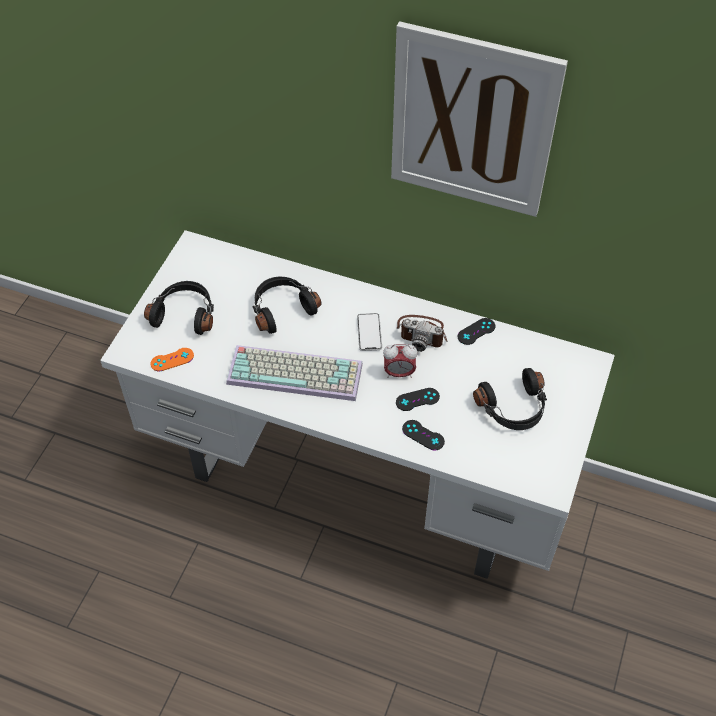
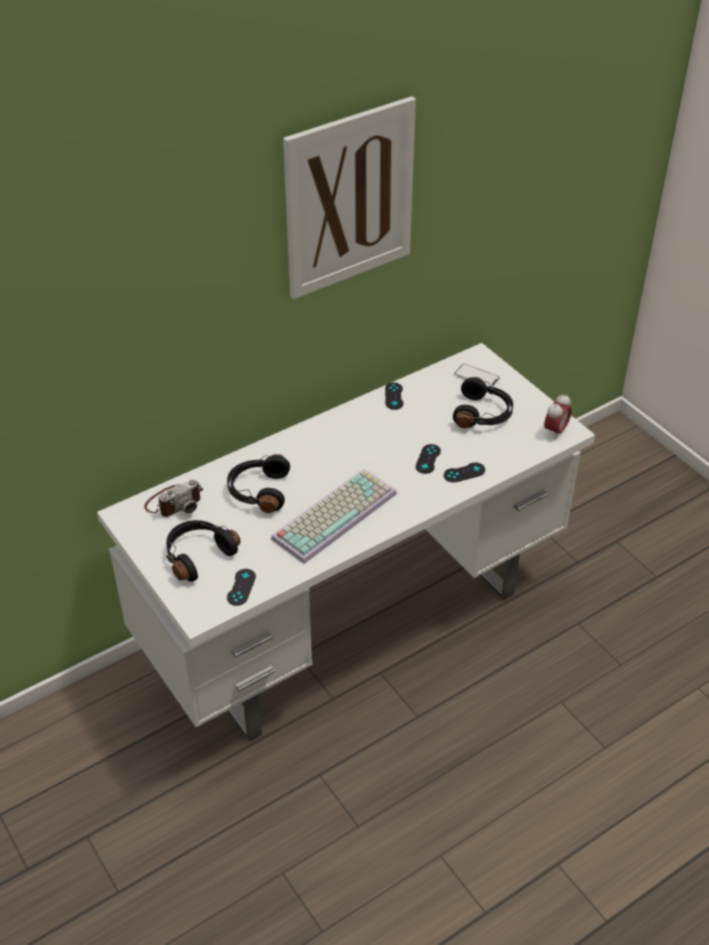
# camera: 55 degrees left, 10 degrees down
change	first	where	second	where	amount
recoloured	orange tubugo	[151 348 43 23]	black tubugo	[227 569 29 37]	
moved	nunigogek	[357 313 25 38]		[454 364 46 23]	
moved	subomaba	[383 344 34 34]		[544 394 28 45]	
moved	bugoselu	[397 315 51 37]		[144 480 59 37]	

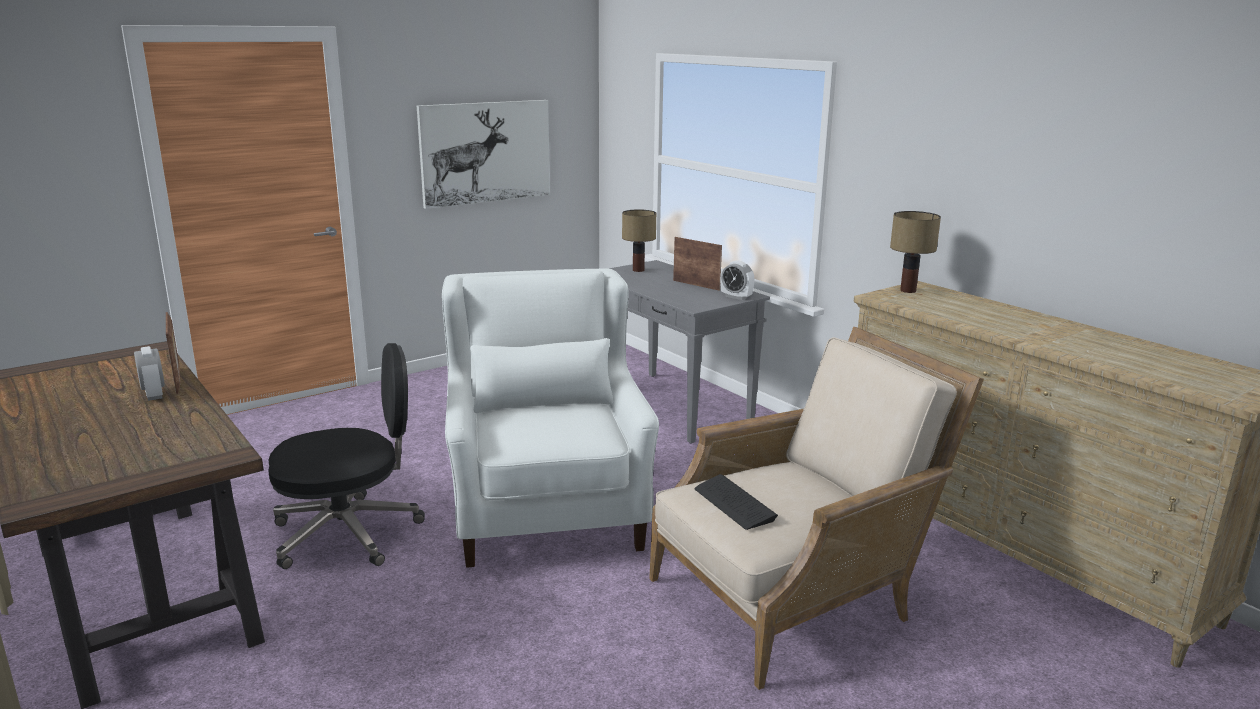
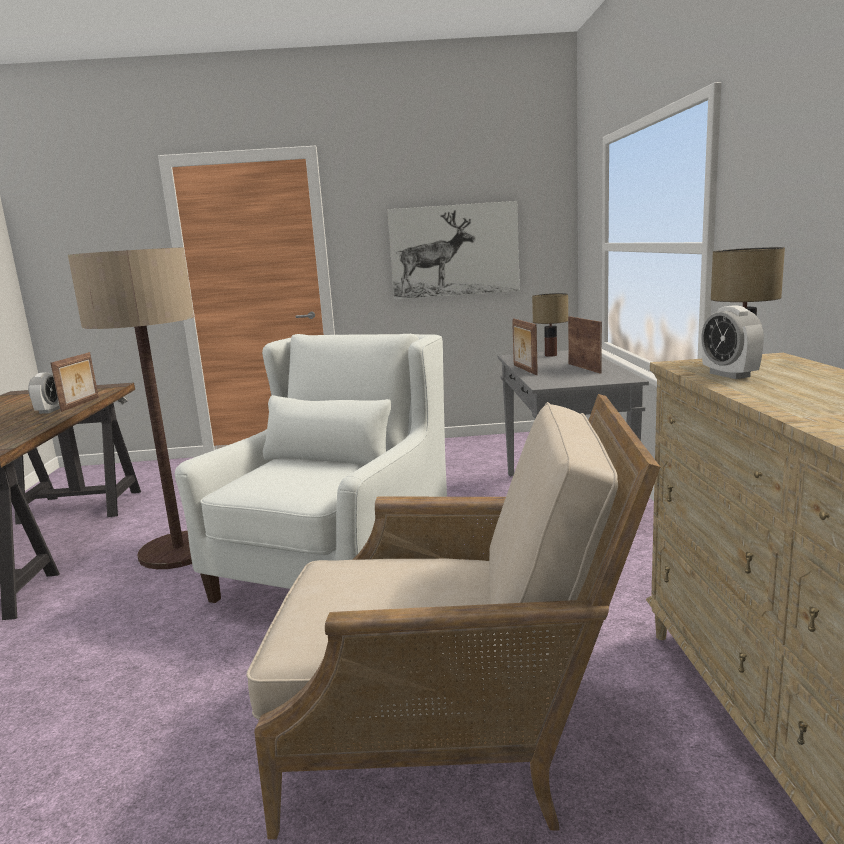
# camera: 35 degrees right, 5 degrees down
change	first	where	second	where	amount
replaced	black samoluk	[268 343 157 226]	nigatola	[68 247 126 322]	
removed	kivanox	[694 474 84 56]			
moved	subomaba	[720 260 35 40]		[701 306 63 73]	
added			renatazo	[512 319 26 56]	

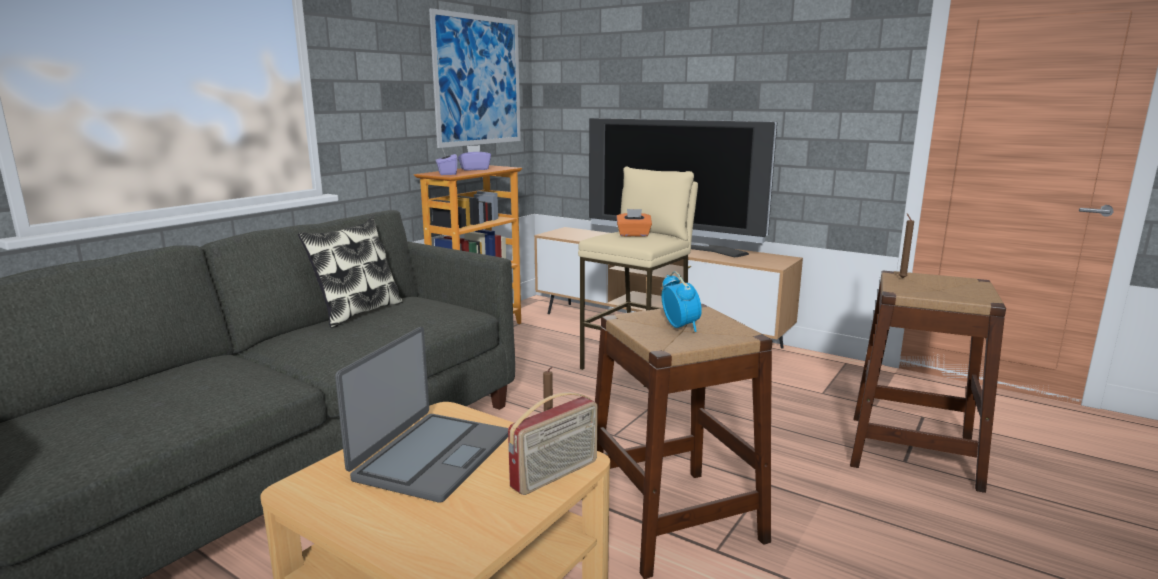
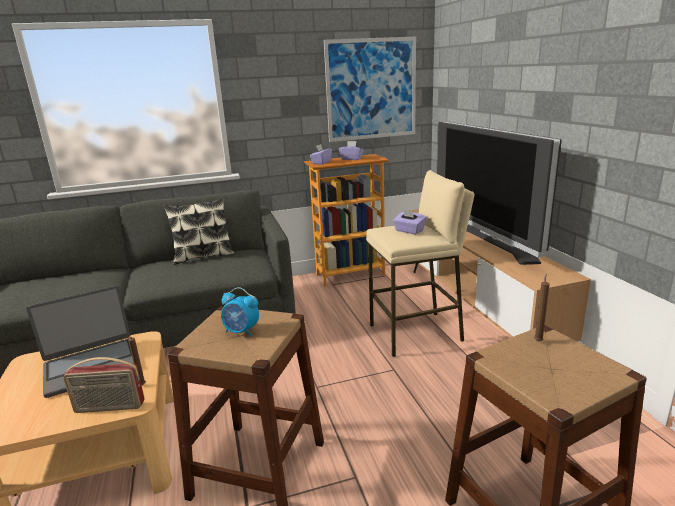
# camera: 40 degrees right, 5 degrees up
change	first	where	second	where	amount
recoloured	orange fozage	[616 209 36 28]	purple fozage	[393 209 34 25]	
turned	subomaba	[662 271 40 61]		[221 287 38 50]	90 degrees clockwise

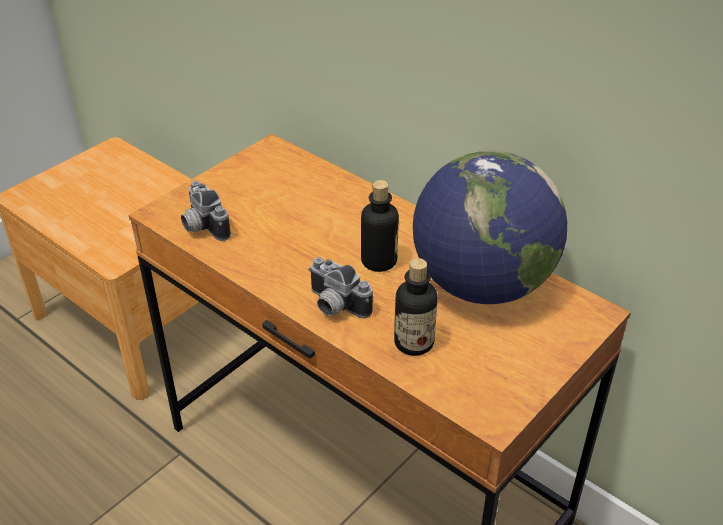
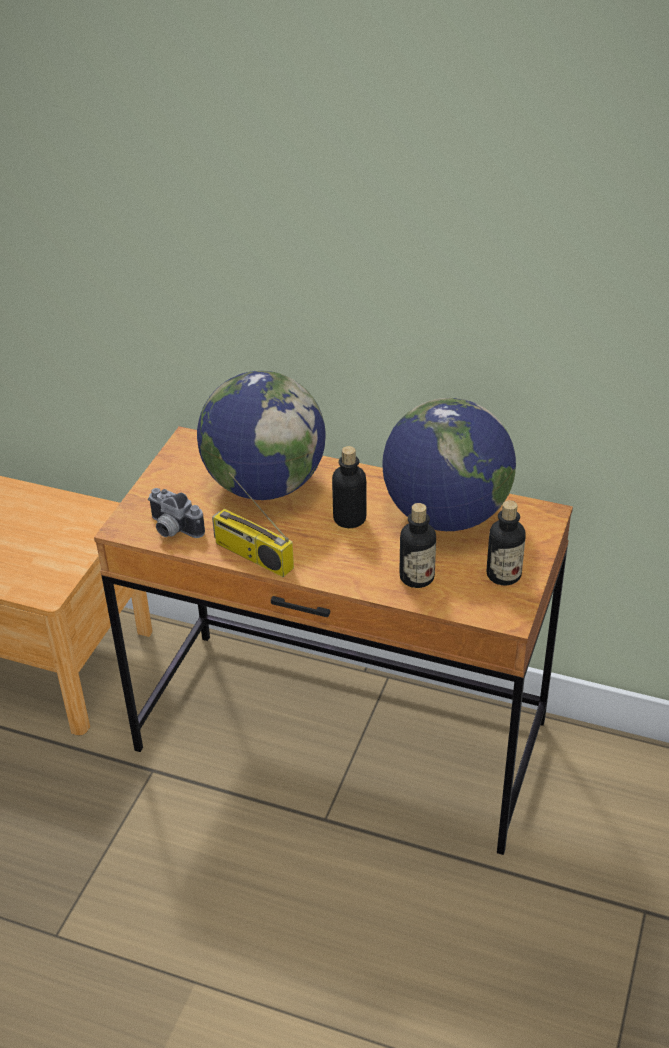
# camera: 20 degrees left, 0 degrees up
change	first	where	second	where	amount
removed	bugoselu	[308 257 65 62]			
added			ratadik	[197 371 129 129]	
added			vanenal	[212 472 82 105]	
added			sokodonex	[487 500 39 86]	

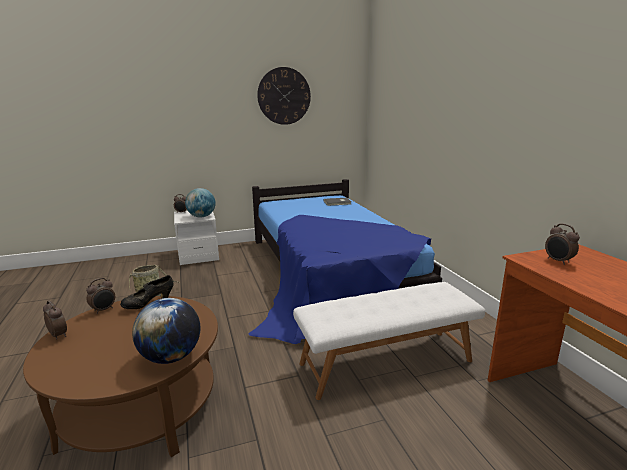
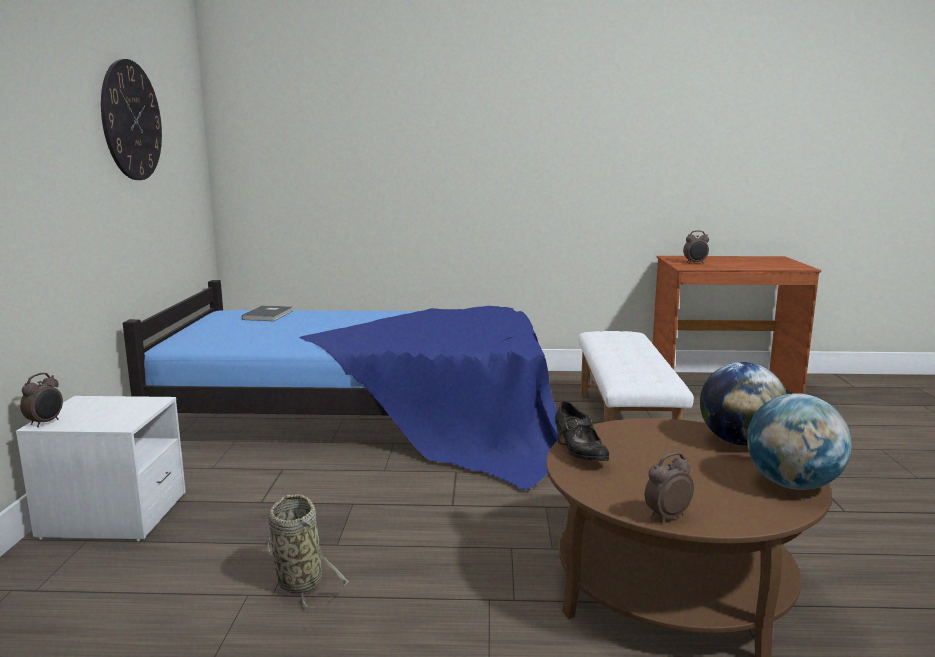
# camera: 70 degrees left, 5 degrees down
change	first	where	second	where	amount
removed	subomaba	[86 278 29 36]			
moved	ratadik	[185 188 31 30]		[747 393 105 97]	

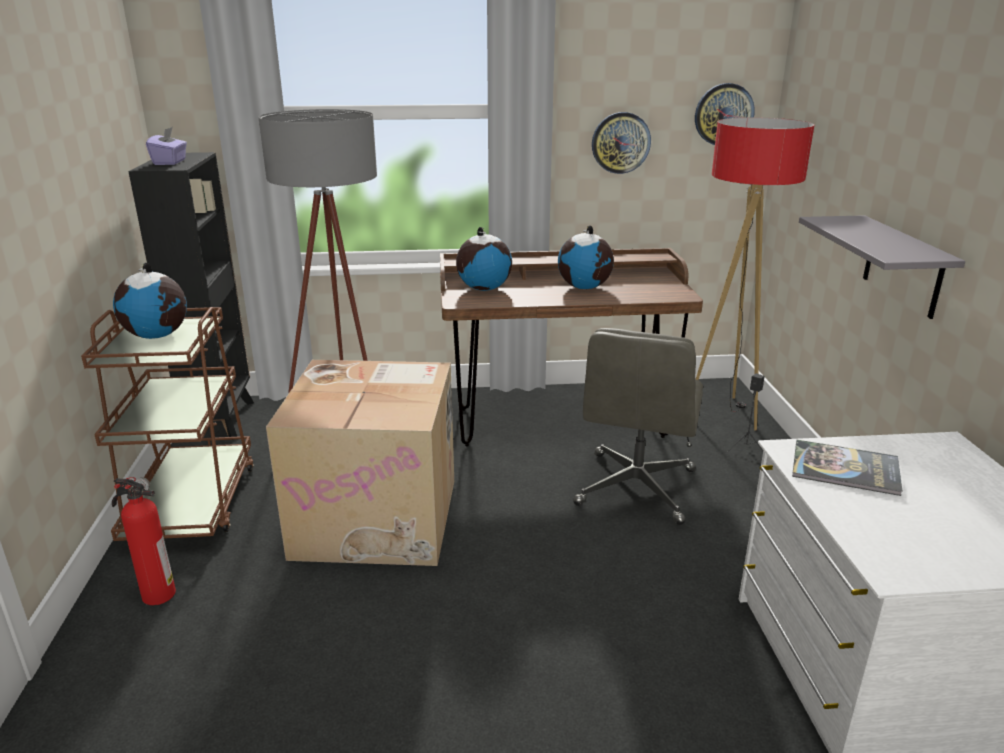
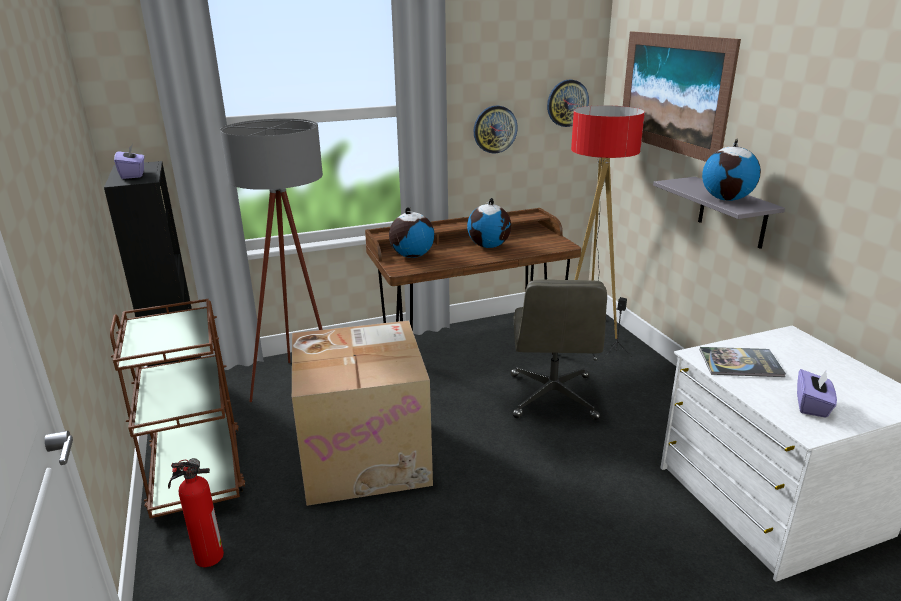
# camera: 15 degrees left, 0 degrees up
change	first	where	second	where	amount
moved	ratadik	[113 263 74 76]		[702 139 59 62]	
added			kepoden	[623 31 118 131]	
added			purple fozage	[797 369 40 49]	

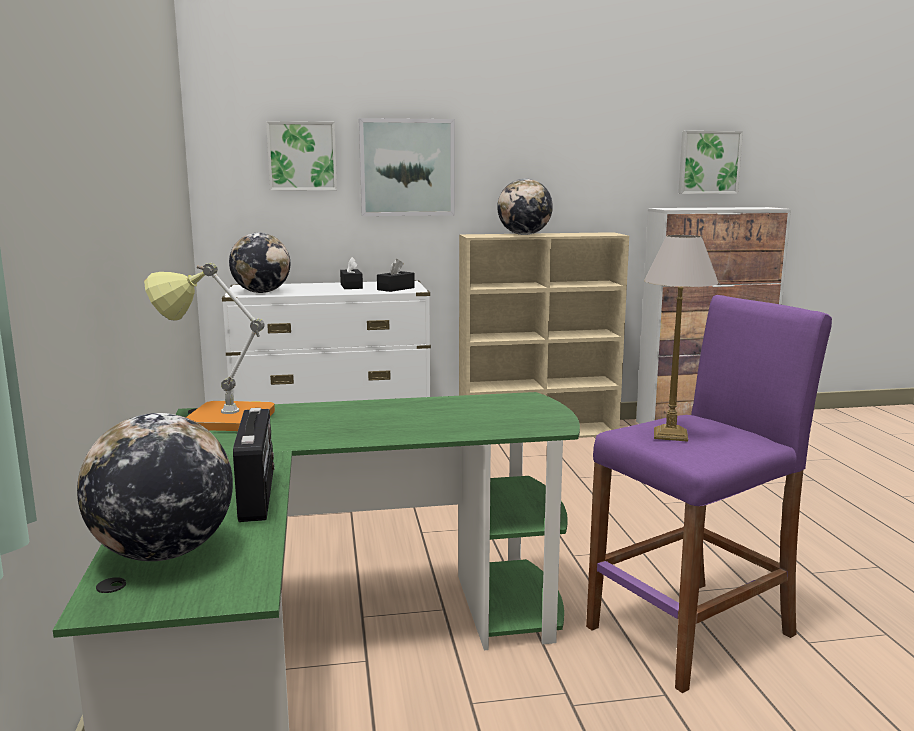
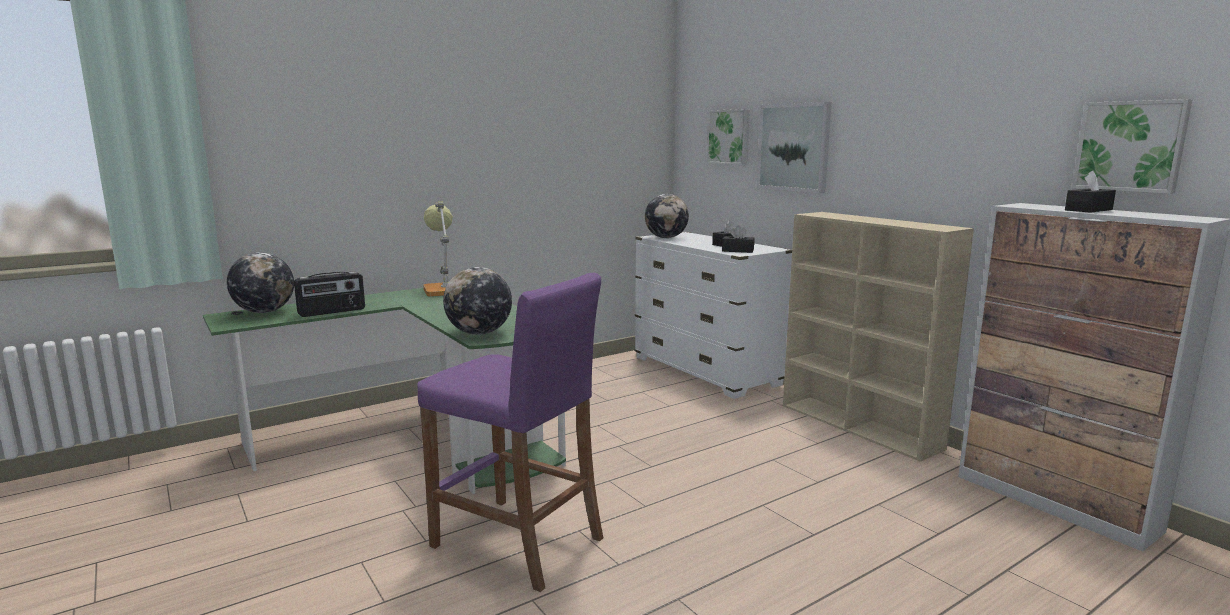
# camera: 65 degrees right, 0 degrees up
change	first	where	second	where	amount
moved	ratadik	[497 179 56 56]		[443 267 69 68]	
removed	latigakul	[644 235 75 207]			
added			black fozage	[1065 171 51 42]	

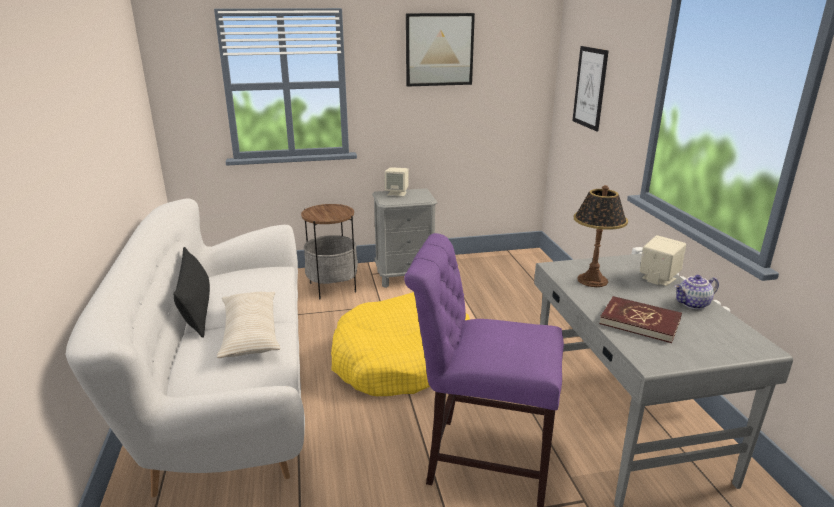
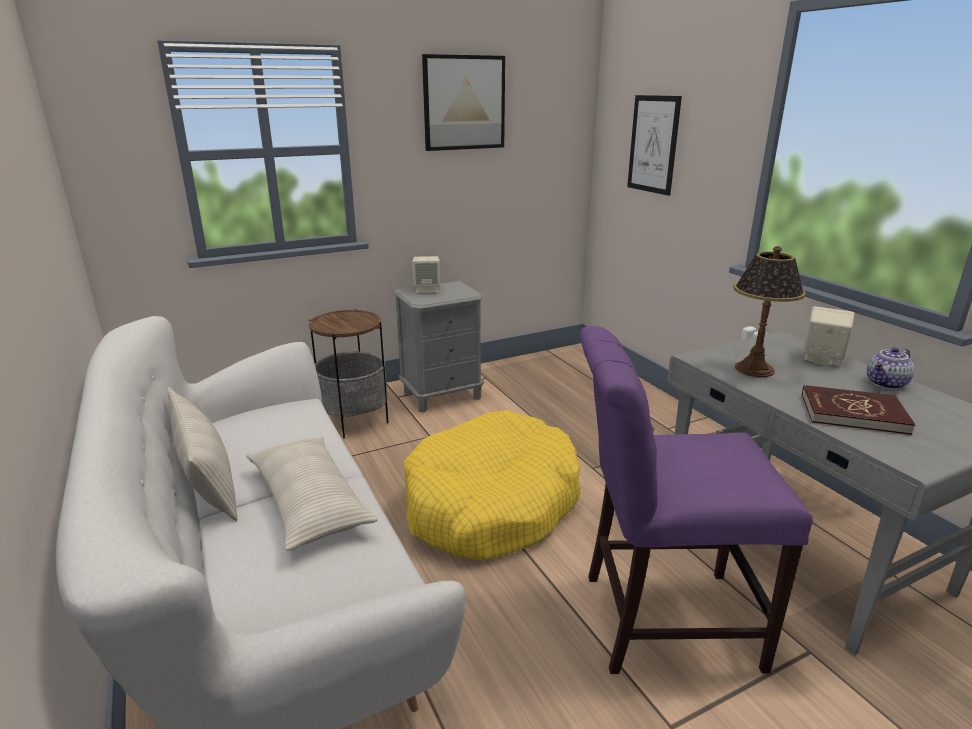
# camera: 15 degrees left, 0 degrees up
change	first	where	second	where	amount
recoloured	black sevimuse	[173 247 37 91]	beige sevimuse	[167 387 71 134]	

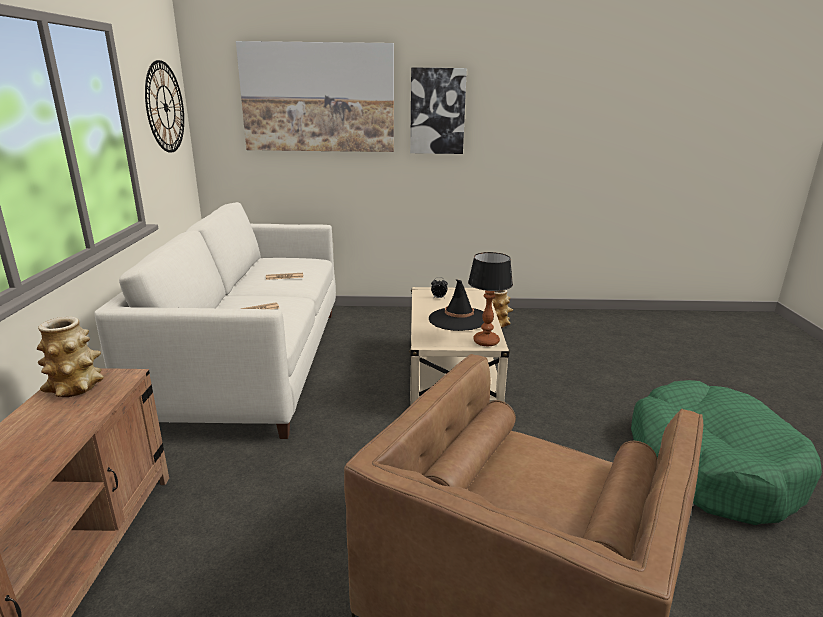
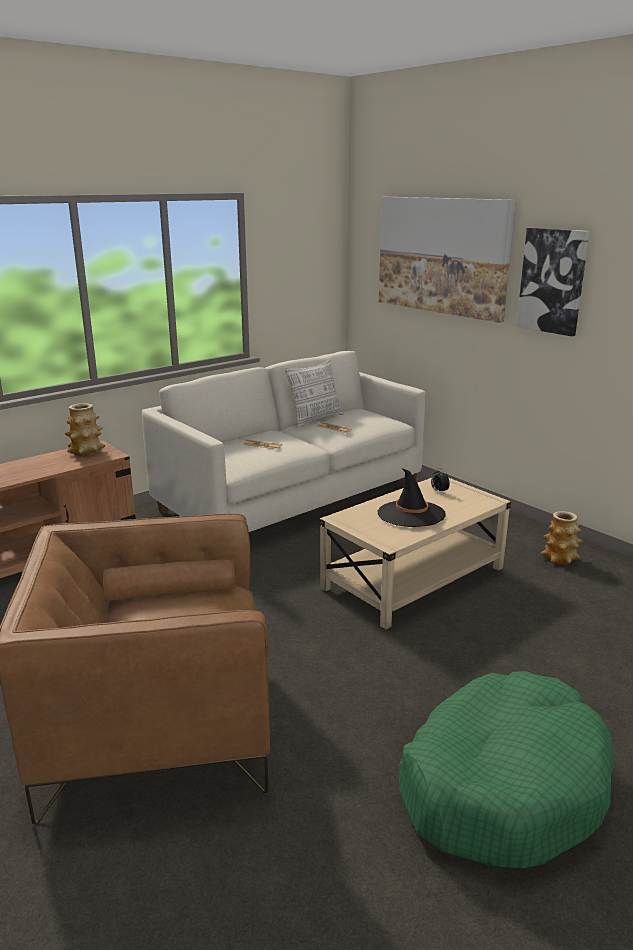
# camera: 50 degrees right, 0 degrees up
change	first	where	second	where	amount
removed	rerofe	[145 60 39 93]			
removed	latigakul	[468 252 45 94]			
added			sevimuse	[285 360 58 67]	

